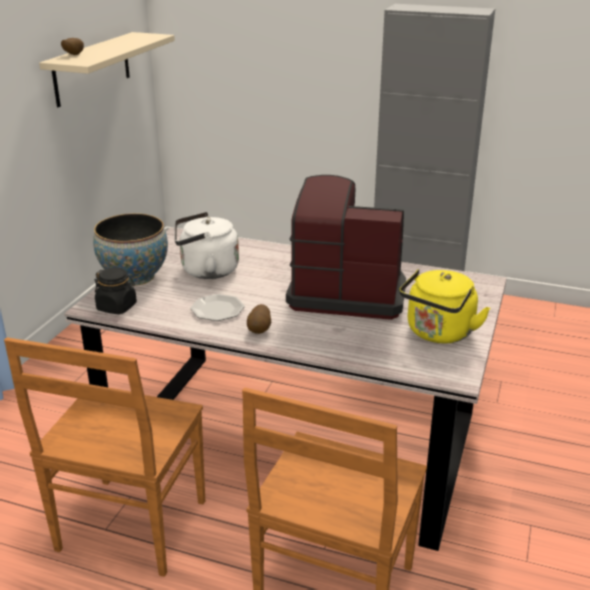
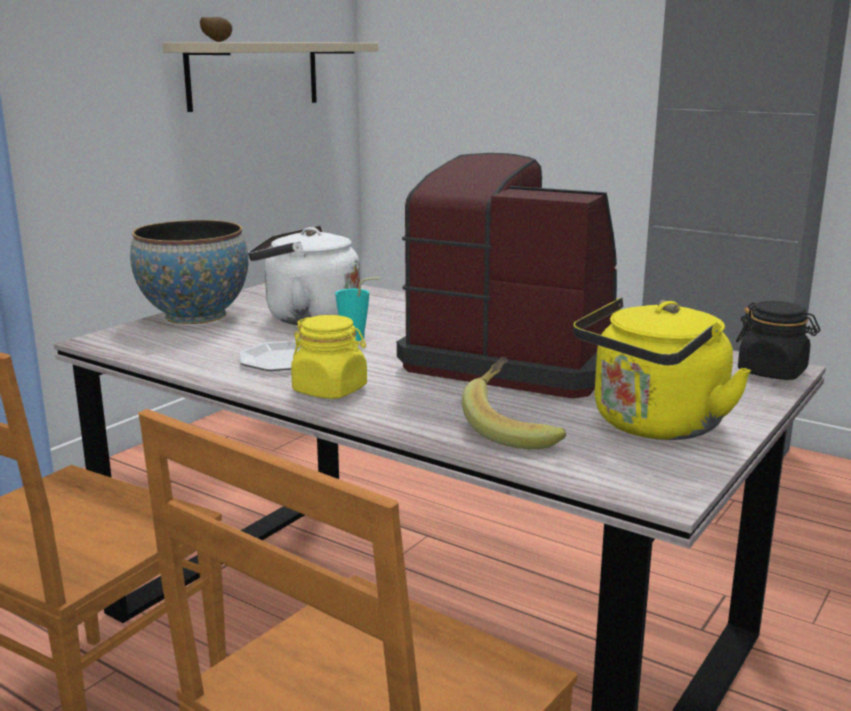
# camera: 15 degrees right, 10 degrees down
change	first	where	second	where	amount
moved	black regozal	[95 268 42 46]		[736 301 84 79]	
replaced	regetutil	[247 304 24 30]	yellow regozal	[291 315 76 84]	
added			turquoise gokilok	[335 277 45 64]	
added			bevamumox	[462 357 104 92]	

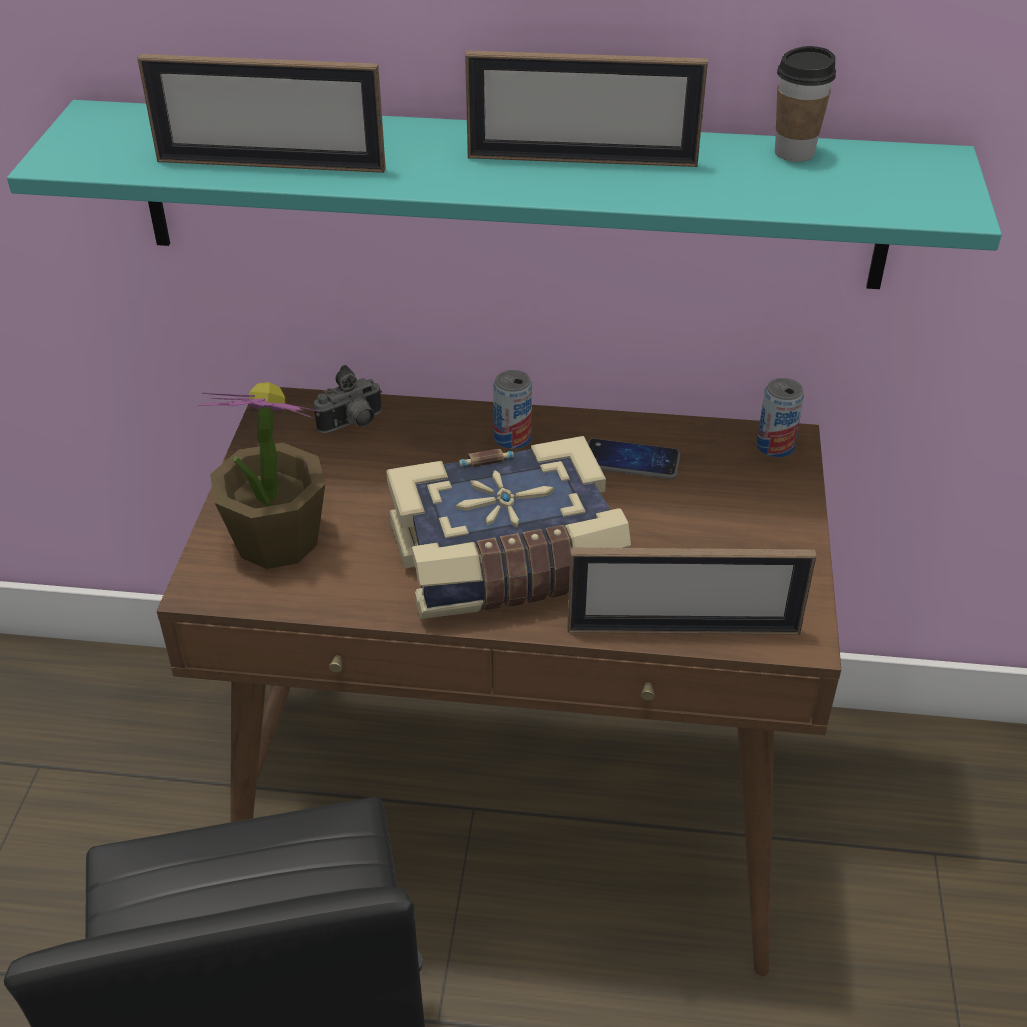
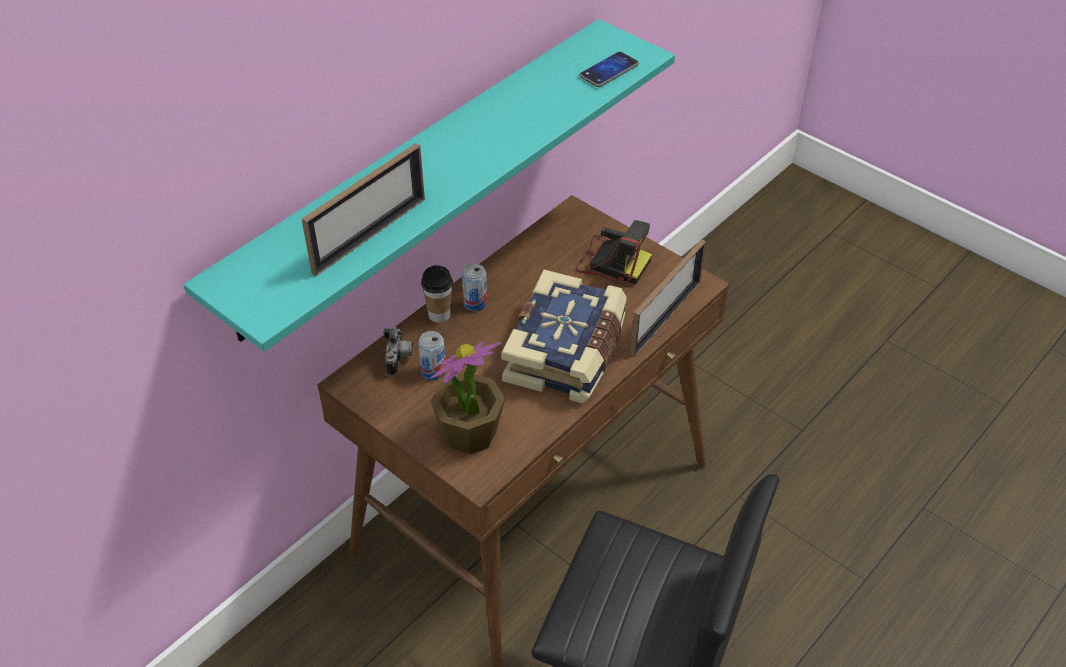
# camera: 55 degrees left, 5 degrees up
change	first	where	second	where	amount
removed	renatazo	[465 50 243 117]			
moved	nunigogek	[588 438 92 41]		[579 52 60 35]	
moved	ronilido	[756 378 48 79]		[418 331 28 50]	
moved	gokilok	[775 46 61 116]		[421 265 32 58]	
added			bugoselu	[576 220 76 64]	

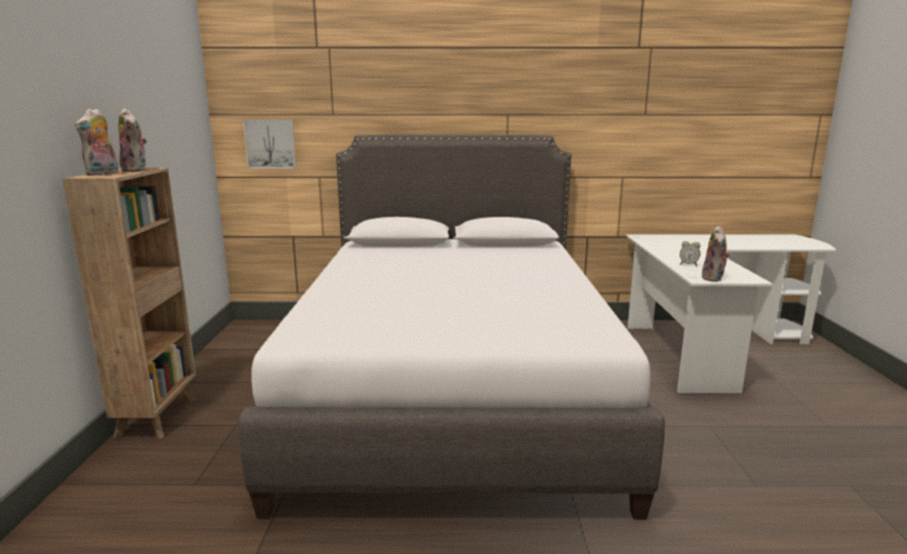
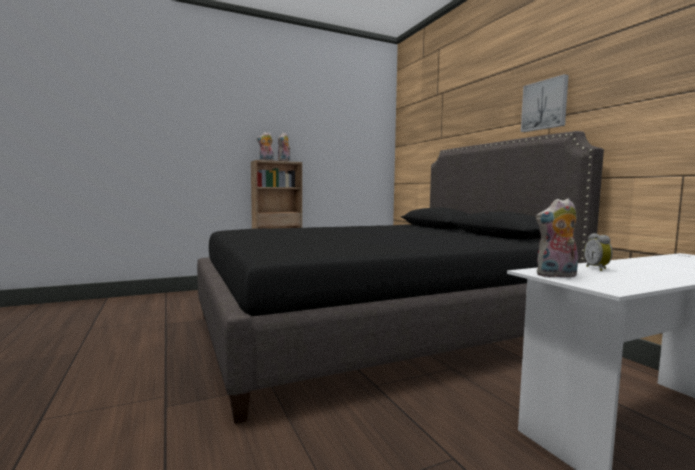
# camera: 65 degrees right, 10 degrees down
change	first	where	second	where	amount
recoloured	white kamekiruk	[238 135 427 385]	black kamekiruk	[197 131 407 293]	
moved	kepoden	[243 120 53 49]		[521 74 48 58]	

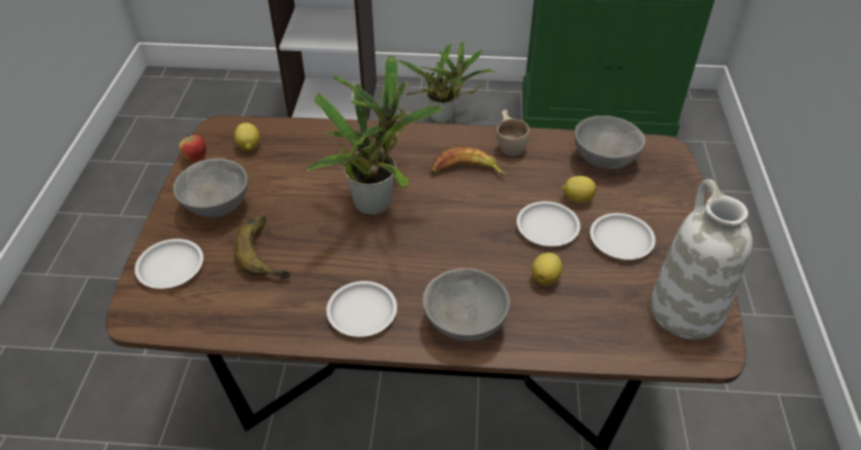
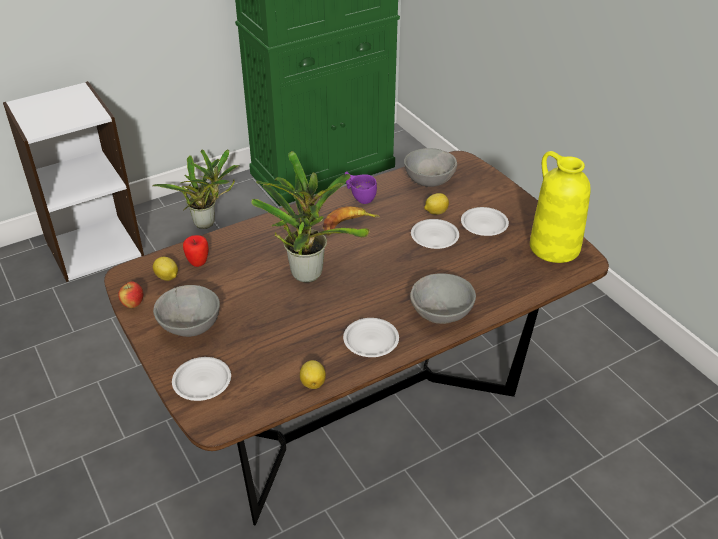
# camera: 35 degrees left, 5 degrees down
change	first	where	second	where	amount
removed	bevamumox	[233 216 58 63]			
recoloured	beige gokilok	[497 109 33 47]	purple gokilok	[345 171 32 33]	
moved	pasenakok	[532 253 31 32]		[300 360 26 29]	
recoloured	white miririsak	[650 179 103 160]	yellow miririsak	[530 151 61 112]	
added			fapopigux	[183 235 26 32]	

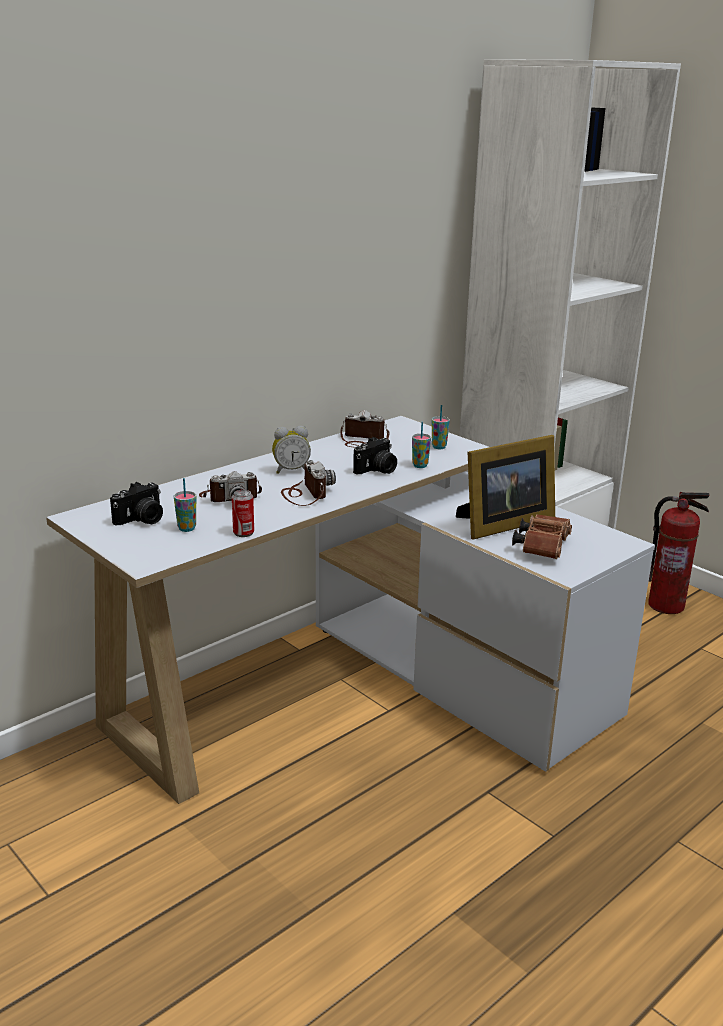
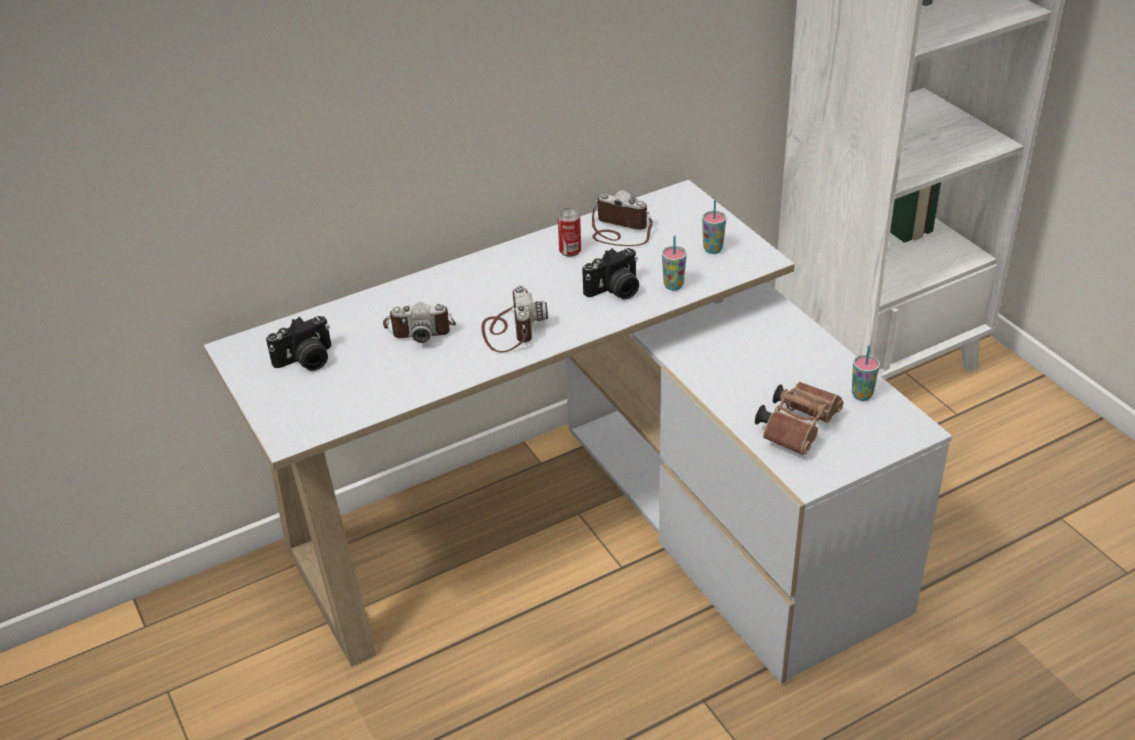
# camera: 15 degrees right, 15 degrees up
change	first	where	second	where	amount
moved	gokilok	[174 478 22 54]		[852 346 28 55]	
moved	ronilido	[232 490 22 47]		[558 207 23 50]	
removed	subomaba	[272 426 39 48]			
removed	renatazo	[456 435 99 105]			
removed	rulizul	[648 492 62 122]			

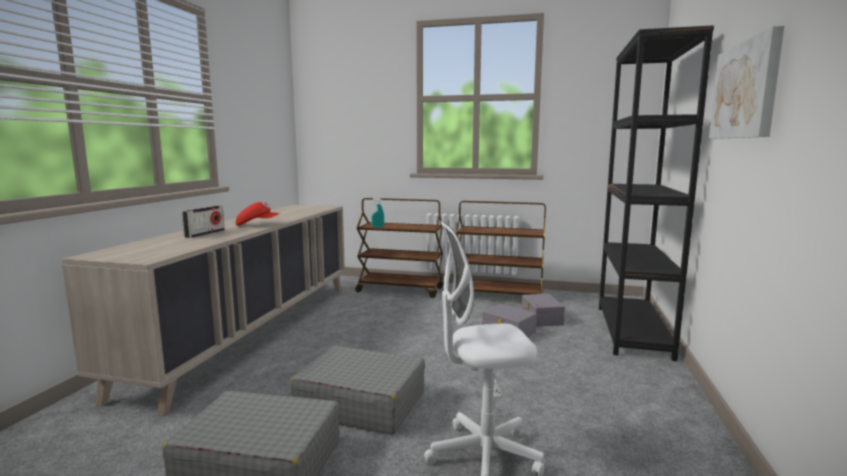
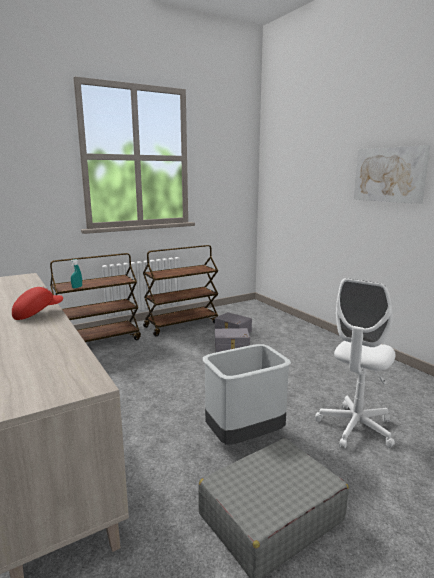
# camera: 45 degrees left, 5 degrees up
change	first	where	second	where	amount
removed	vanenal	[182 206 43 32]			
replaced	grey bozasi	[290 345 135 90]	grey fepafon	[203 344 88 101]	
removed	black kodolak	[599 25 115 336]			

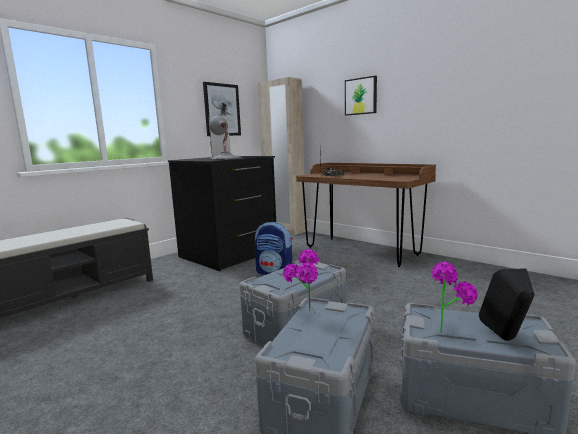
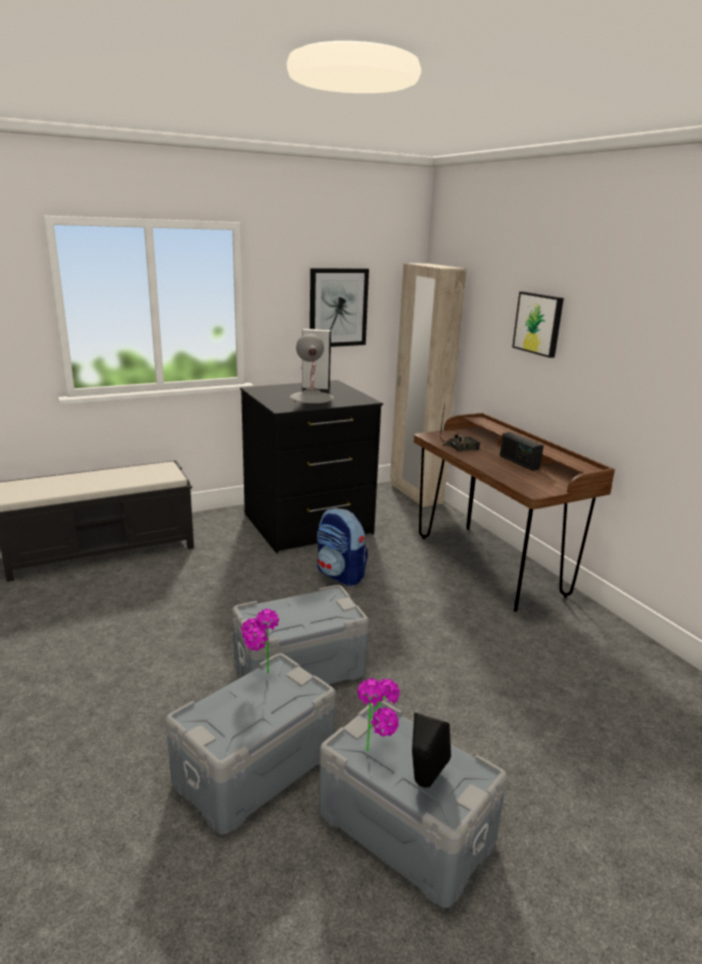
# camera: 20 degrees right, 10 degrees up
change	first	where	second	where	amount
added			vanenal	[500 432 44 39]	

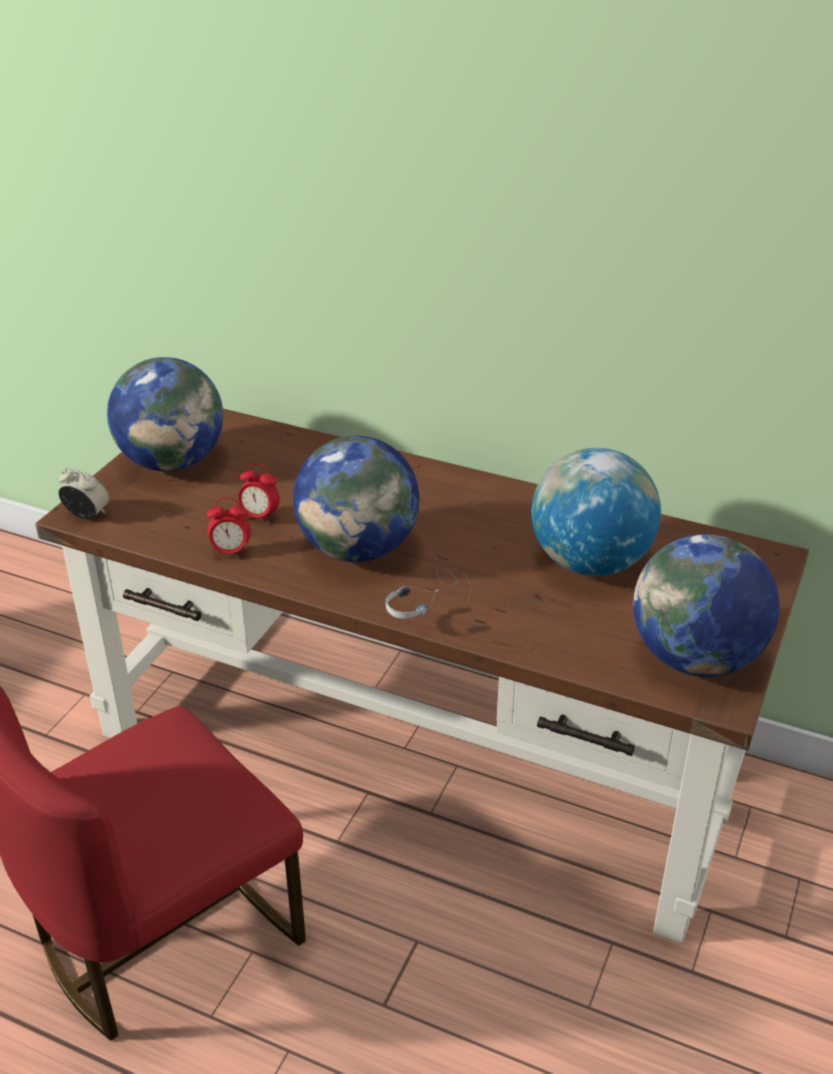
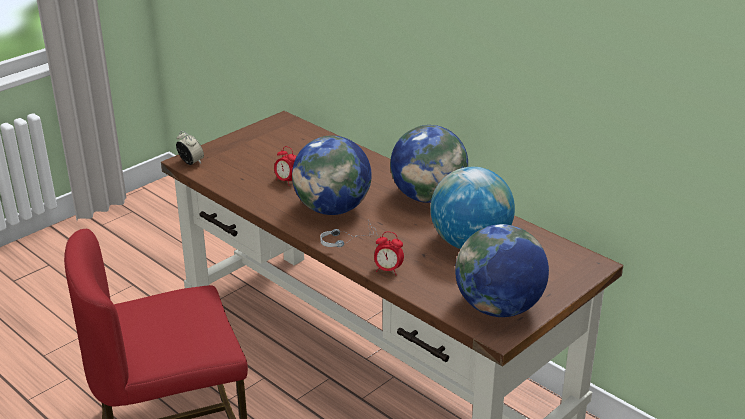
# camera: 20 degrees right, 5 degrees down
change	first	where	second	where	amount
moved	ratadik	[107 357 116 114]		[390 125 78 78]	
moved	subomaba	[207 497 44 61]		[374 231 30 44]	

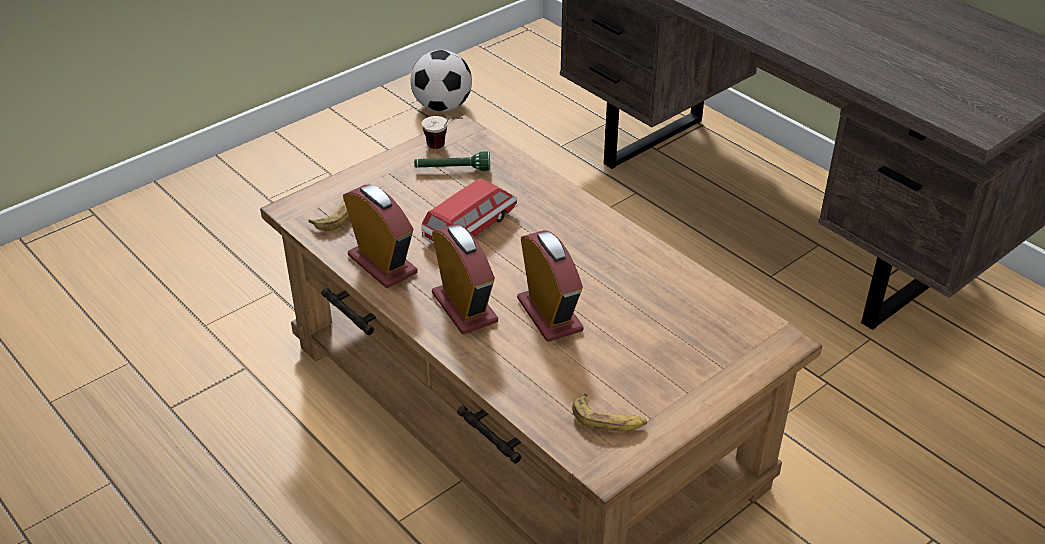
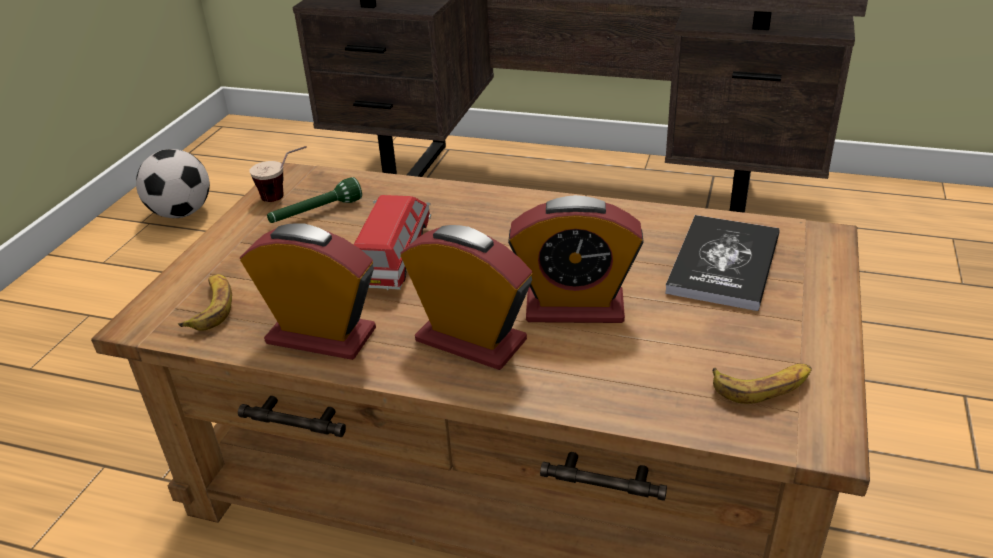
# camera: 30 degrees left, 5 degrees down
change	first	where	second	where	amount
turned	subomaba	[517 230 67 112]		[508 195 136 128]	150 degrees clockwise
added			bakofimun	[665 215 115 96]	

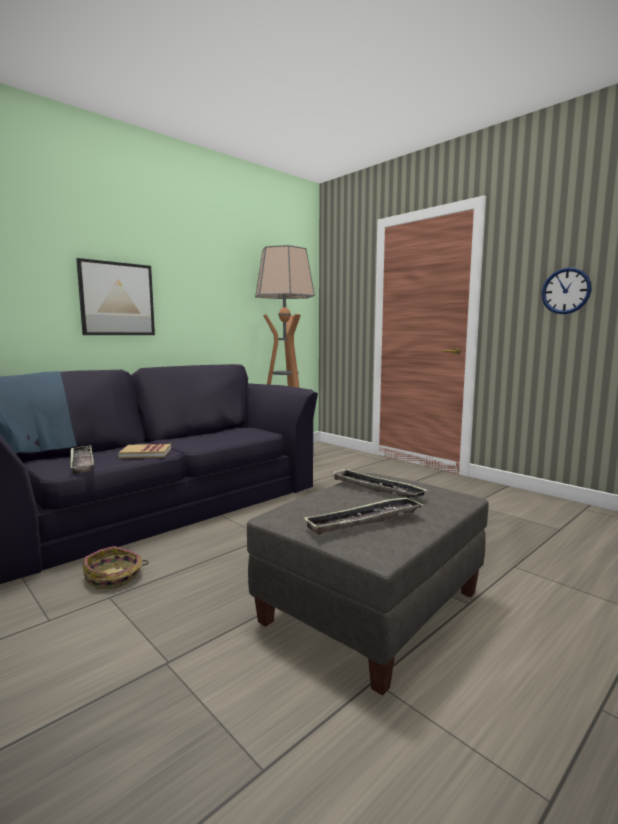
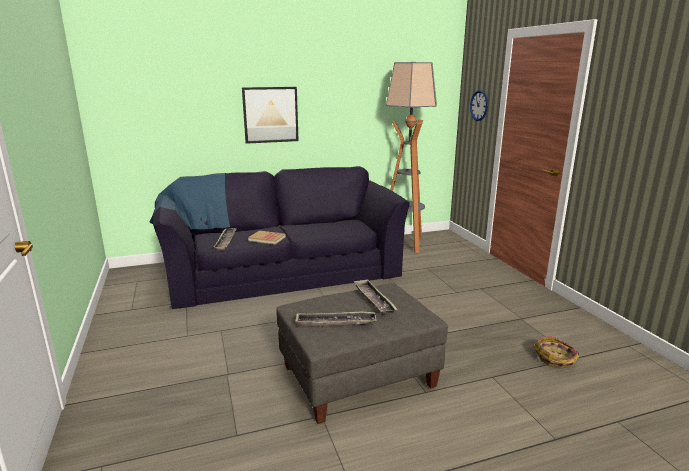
# camera: 25 degrees right, 10 degrees up
change	first	where	second	where	amount
moved	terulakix	[82 546 67 43]		[534 336 45 33]	
moved	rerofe	[542 267 50 47]		[470 90 18 31]	

